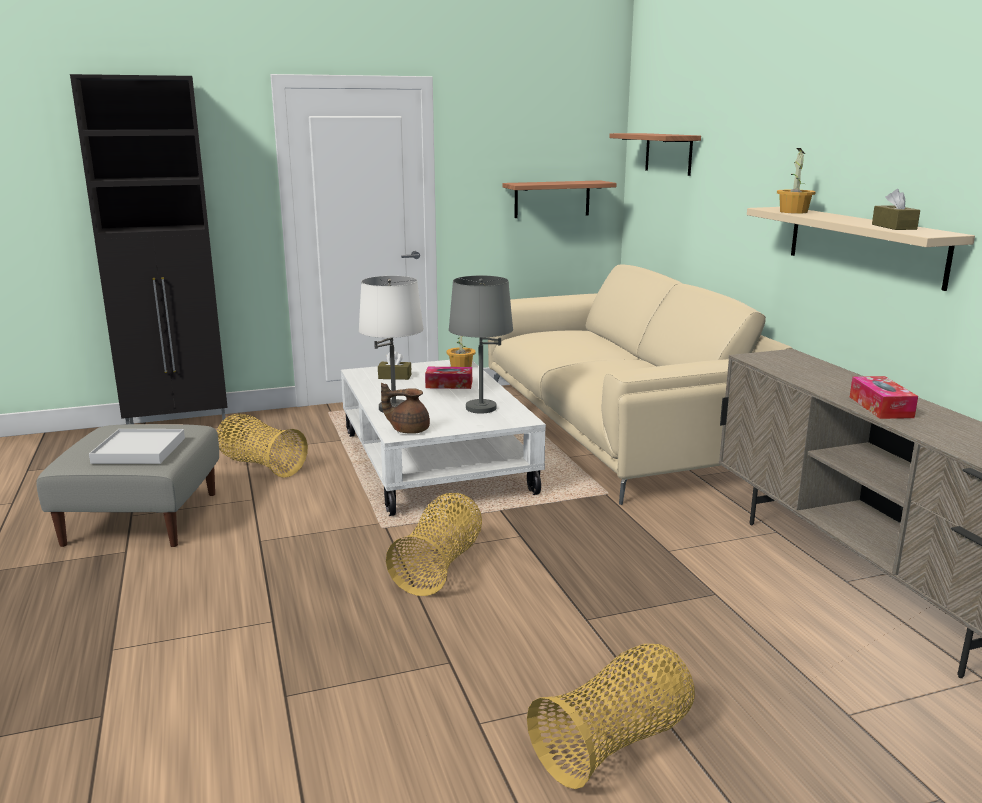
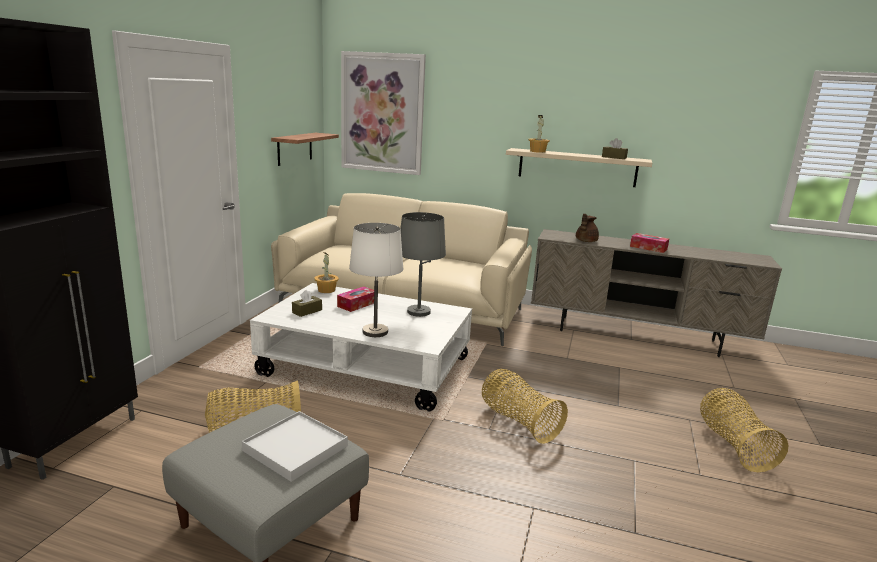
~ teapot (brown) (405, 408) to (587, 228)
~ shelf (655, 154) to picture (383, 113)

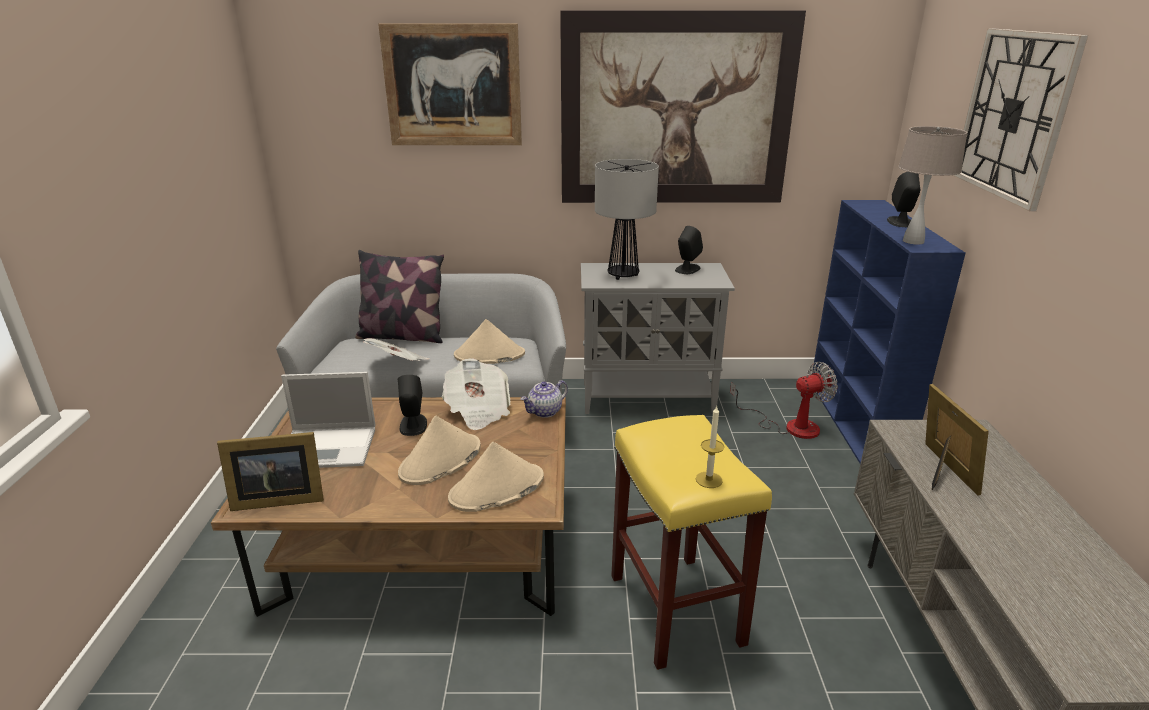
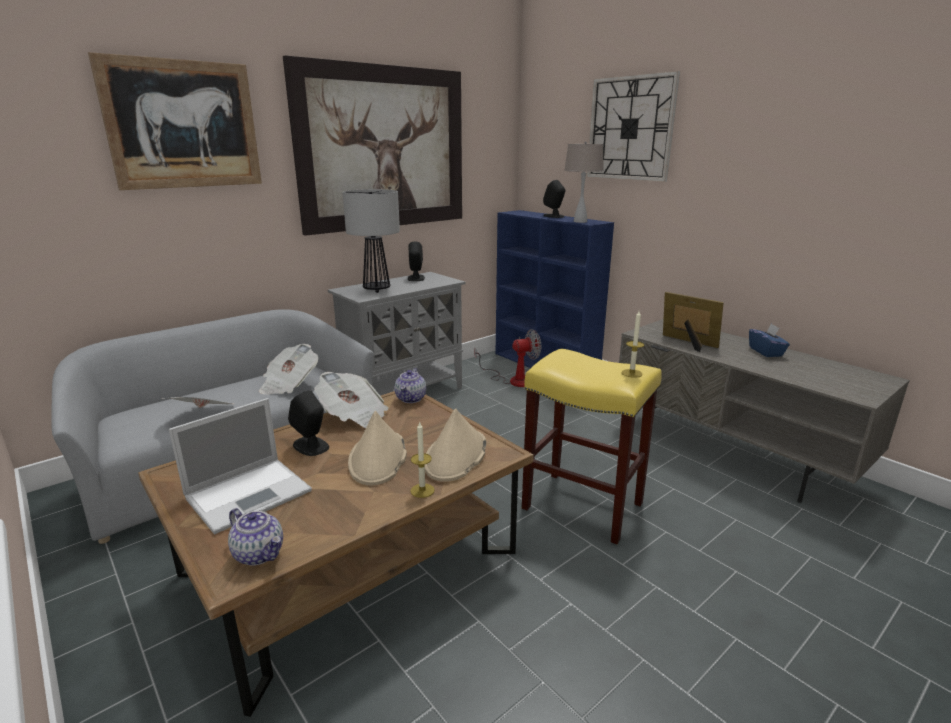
~ picture frame (270, 471) to teapot (255, 536)
- pillow (399, 296)
~ hat (beige) (489, 341) to newspaper (288, 369)
~ fan (784, 400) = (507, 358) 45 degrees clockwise
+ candle (422, 460)
+ tissue box (blue) (769, 340)

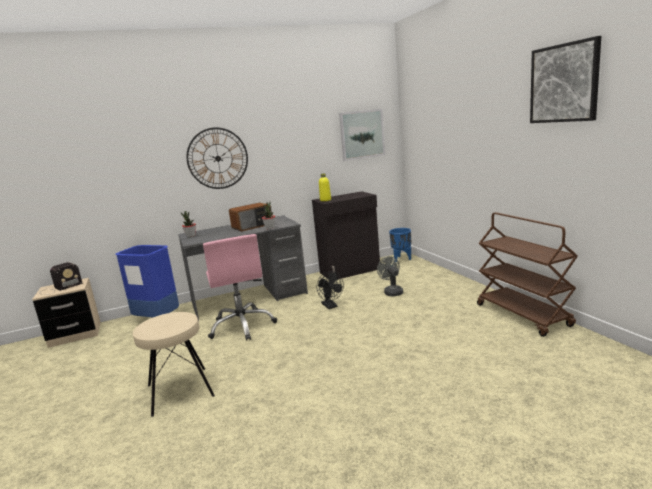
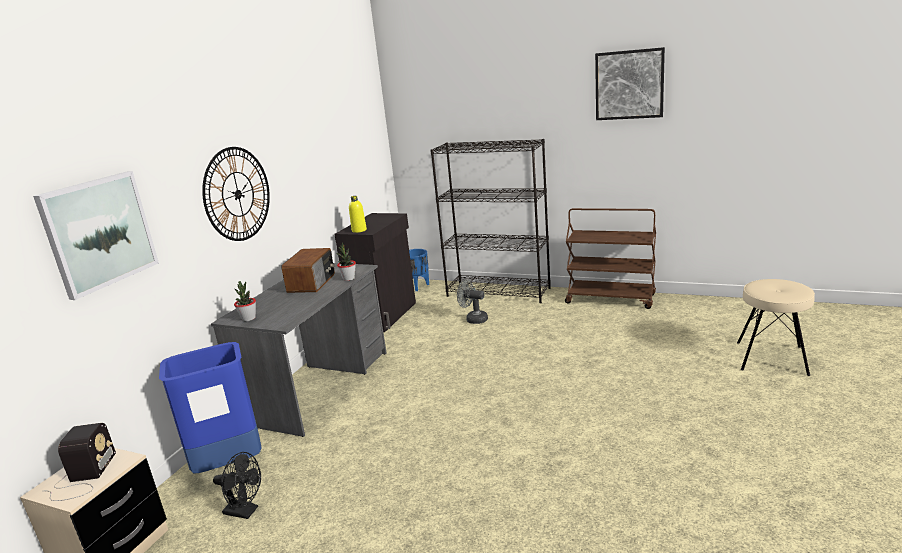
~ stool (beige) (174, 364) to (776, 327)
- office chair (pink) (240, 287)
~ fan (black) (330, 290) to (237, 485)
~ picture (362, 135) to (96, 235)
+ bookcase (black) (490, 221)

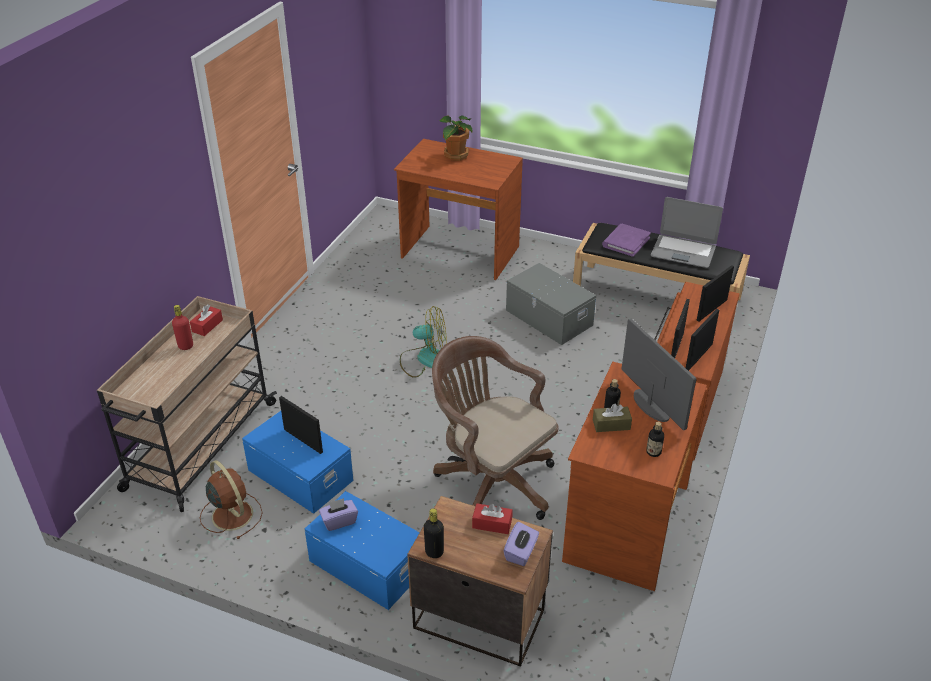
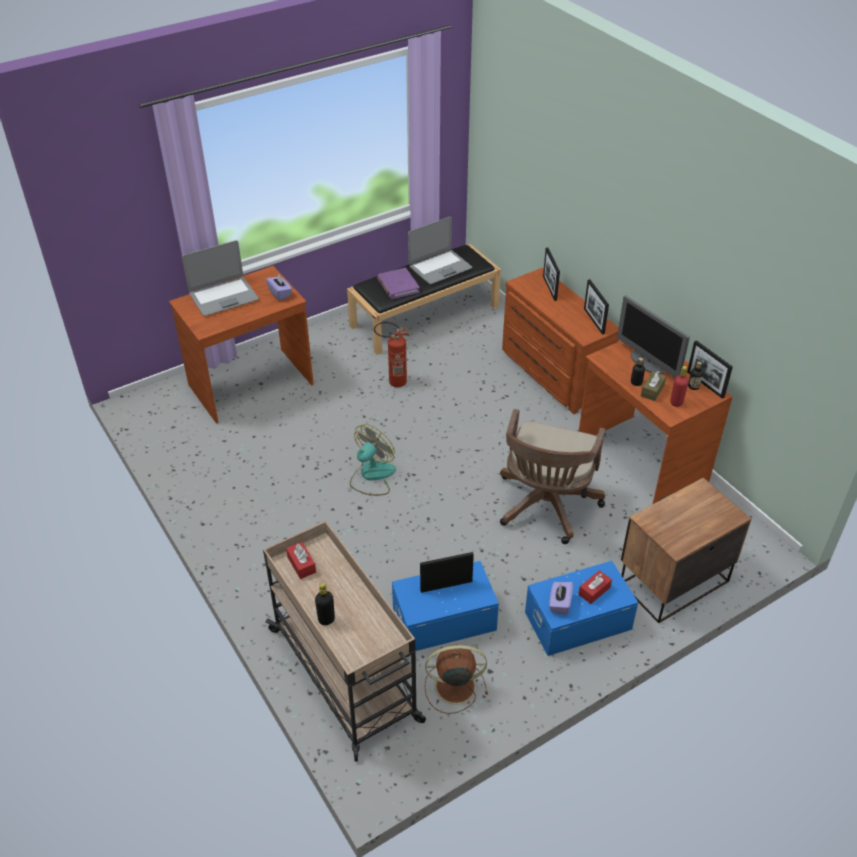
~ bottle (red) (182, 327) to (679, 386)
~ bottle (black) (434, 533) to (325, 604)
~ office chair (brown) (495, 428) = (552, 476) 60 degrees counterclockwise
~ potted plant (456, 138) to laptop (220, 278)
~ tissue box (red) (492, 519) to (595, 587)
~ tissue box (purple) (521, 544) to (279, 287)
~ storage box (grey) (551, 304) to fire extinguisher (392, 354)
~ monitor (659, 374) = (653, 337) 135 degrees counterclockwise
~ picture frame (680, 328) to (710, 369)

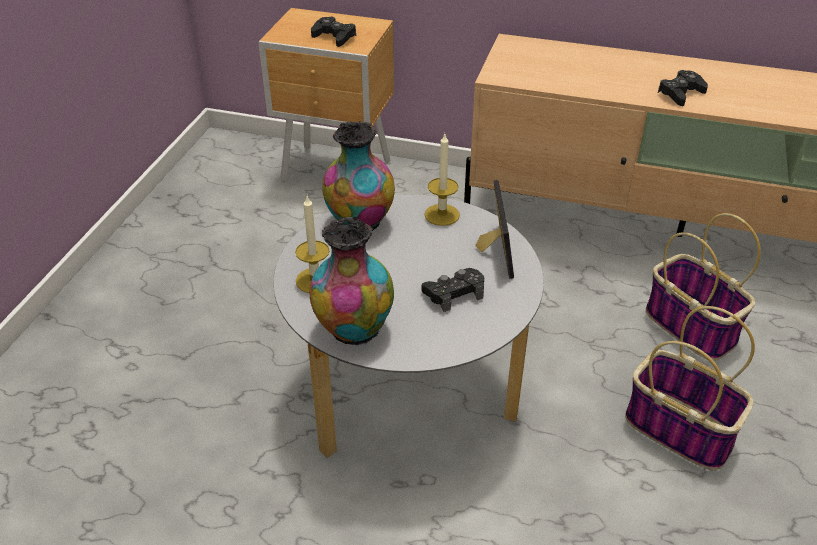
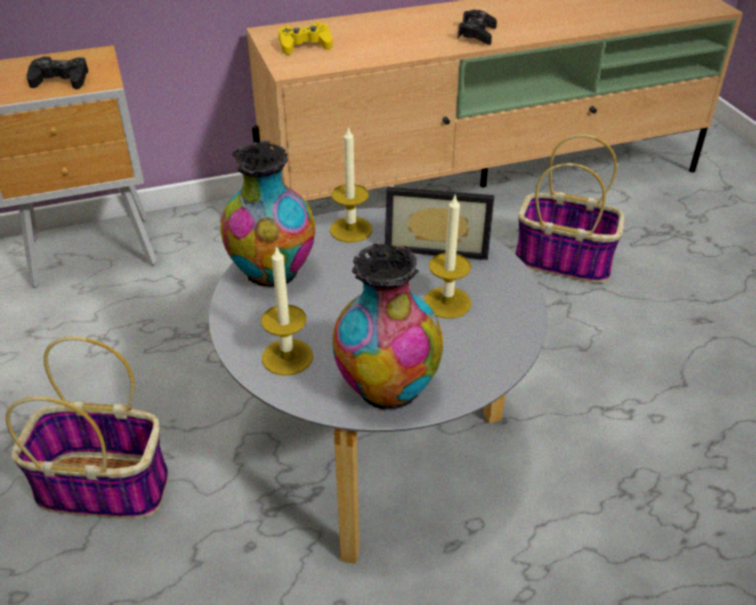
~ game controller (black) (453, 290) to candle (447, 257)
~ picture frame (494, 229) = (439, 223) 135 degrees clockwise
~ basket (690, 388) to (87, 427)
+ game controller (yellow) (305, 38)

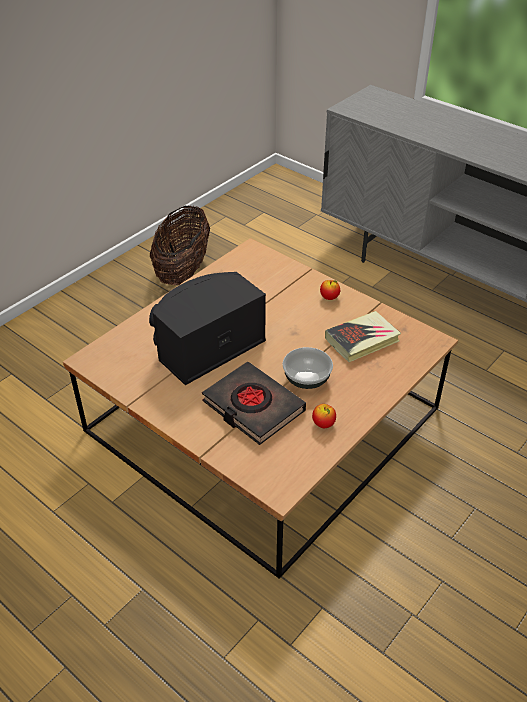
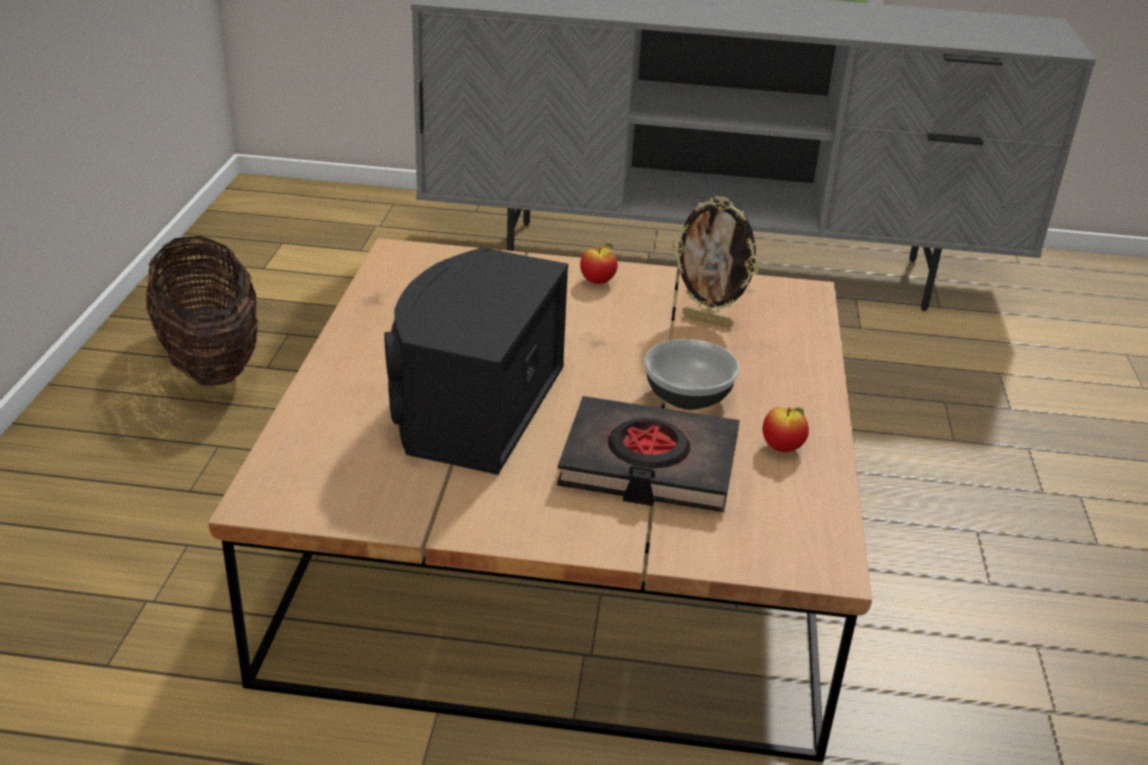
~ book (363, 336) to picture frame (716, 262)

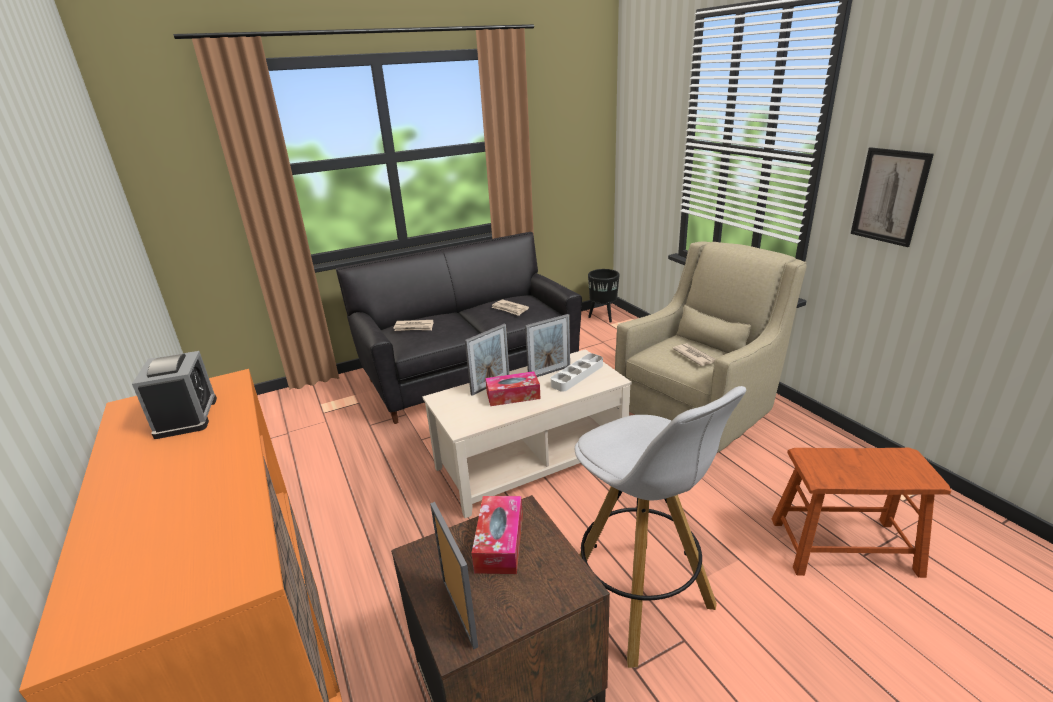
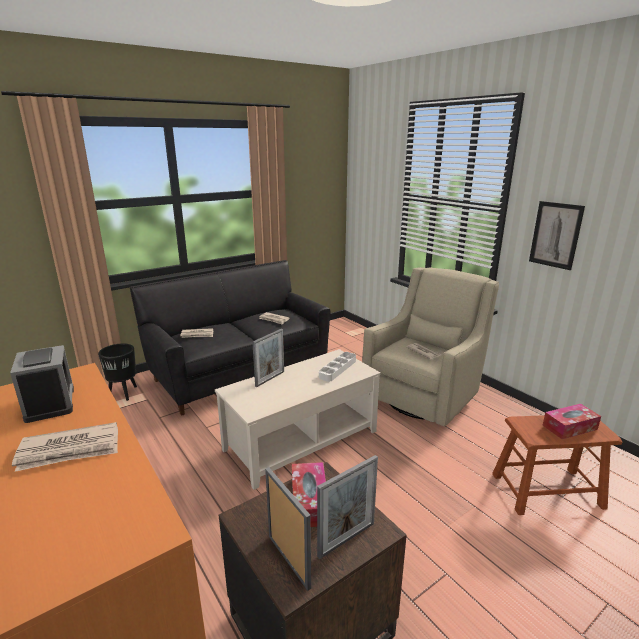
~ tissue box (513, 388) to (572, 421)
~ picture frame (547, 345) to (347, 507)
- stool (white) (660, 527)
~ planter (black) (604, 296) to (117, 372)
+ newspaper (65, 447)

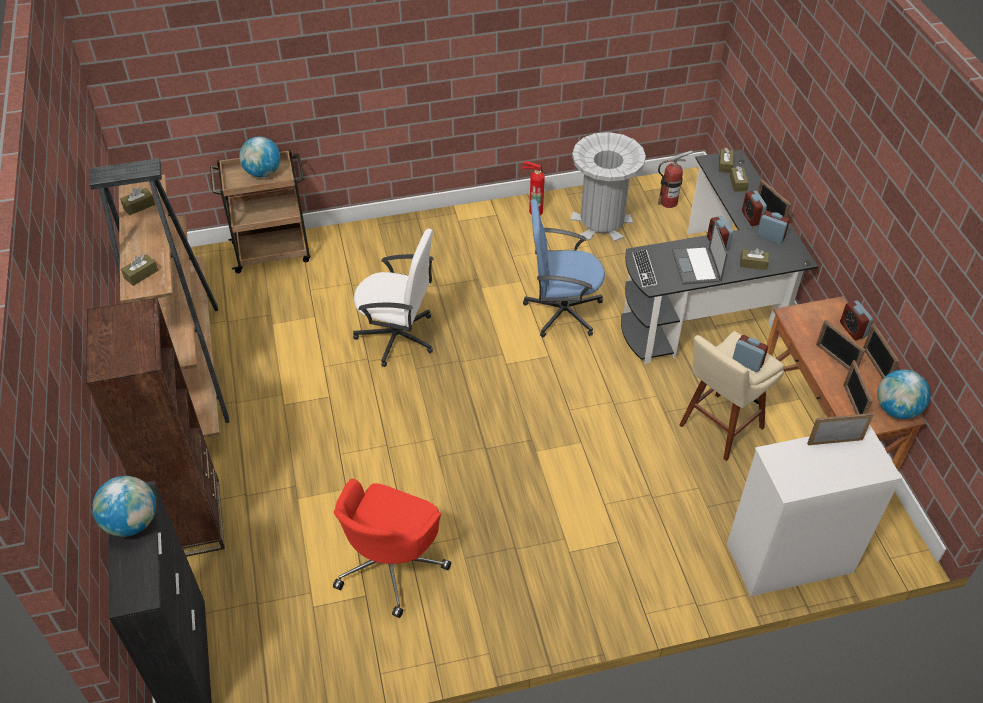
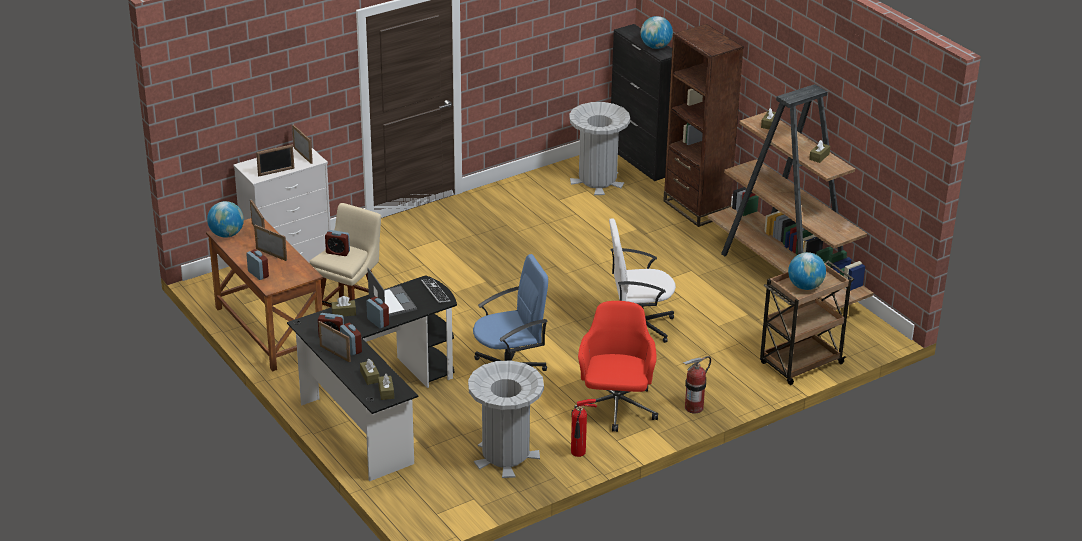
~ office chair (red) (392, 548) to (614, 366)
~ fire extinguisher (675, 179) to (697, 385)
~ picture frame (881, 351) to (302, 144)
+ trash can (grey) (599, 148)

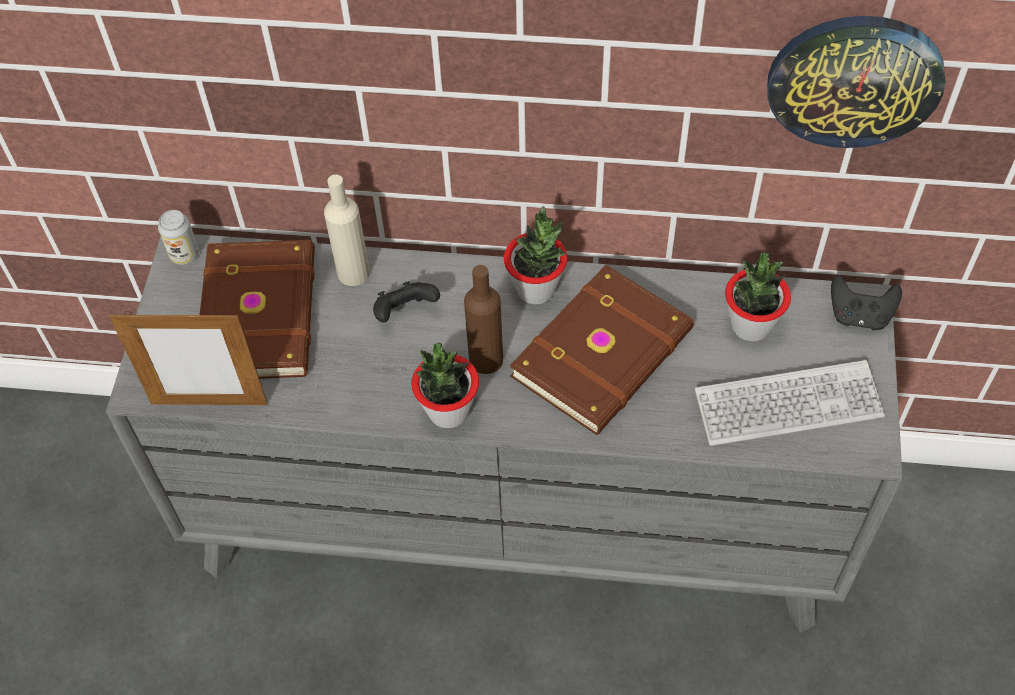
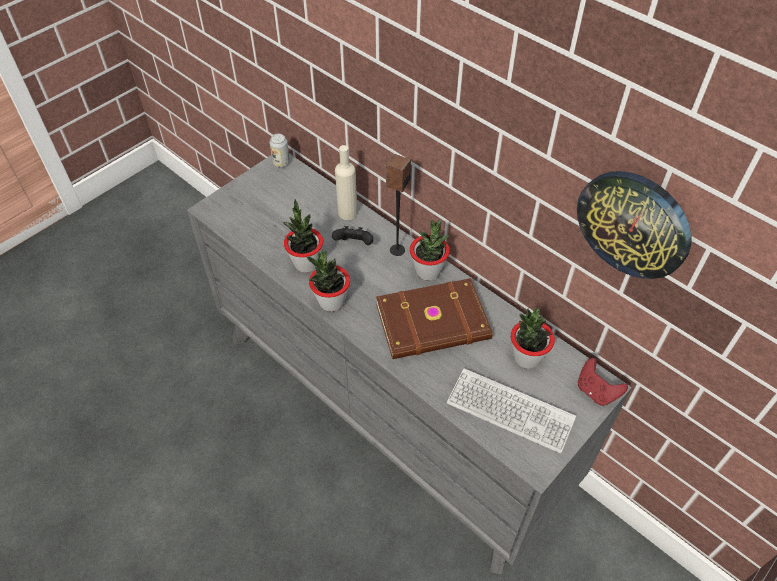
- picture frame (188, 358)
- book (brown) (257, 309)
- bottle (brown) (483, 319)
~ game controller (black) (866, 302) to game controller (red) (603, 382)
+ potted plant (303, 236)
+ speaker (398, 205)

